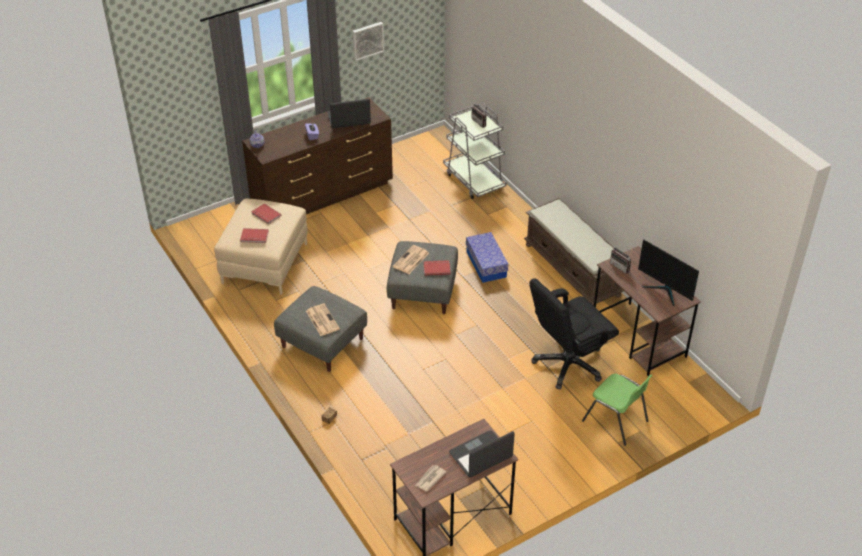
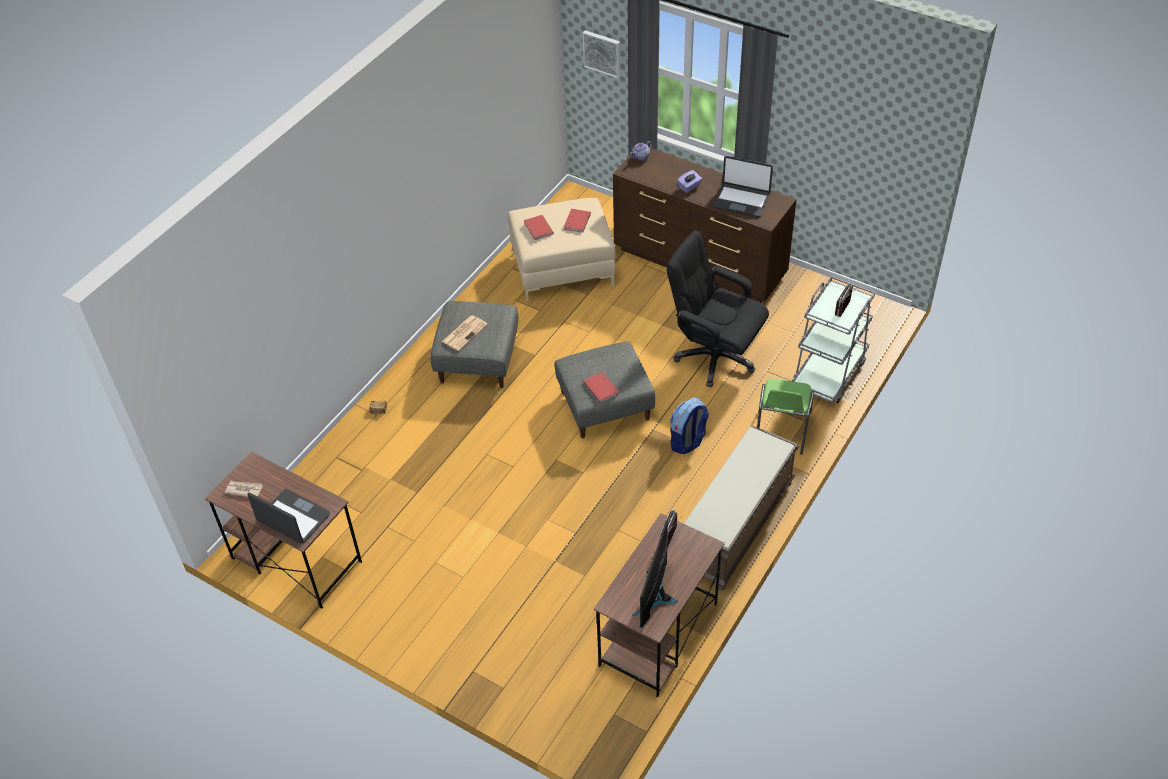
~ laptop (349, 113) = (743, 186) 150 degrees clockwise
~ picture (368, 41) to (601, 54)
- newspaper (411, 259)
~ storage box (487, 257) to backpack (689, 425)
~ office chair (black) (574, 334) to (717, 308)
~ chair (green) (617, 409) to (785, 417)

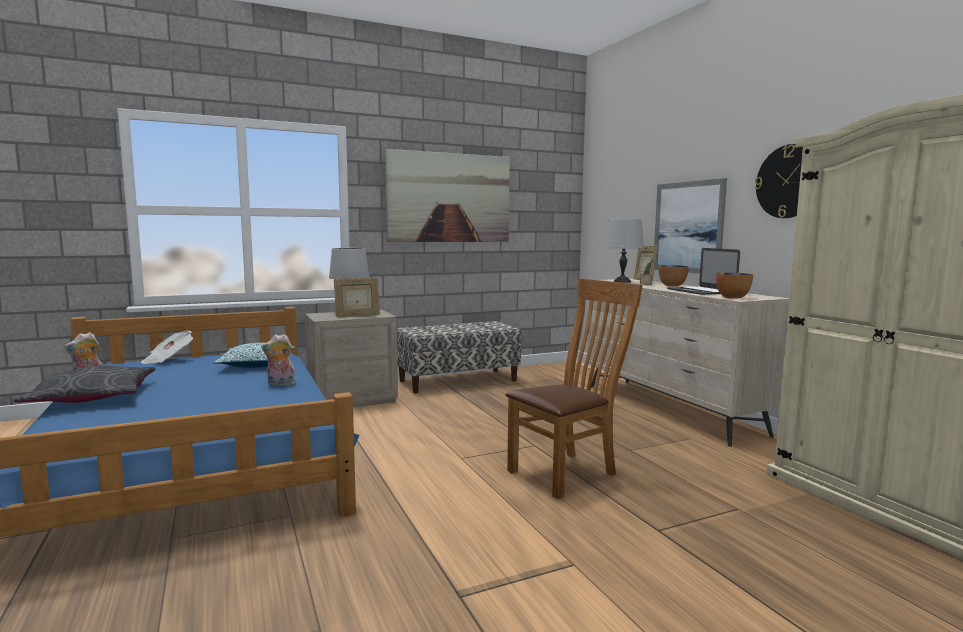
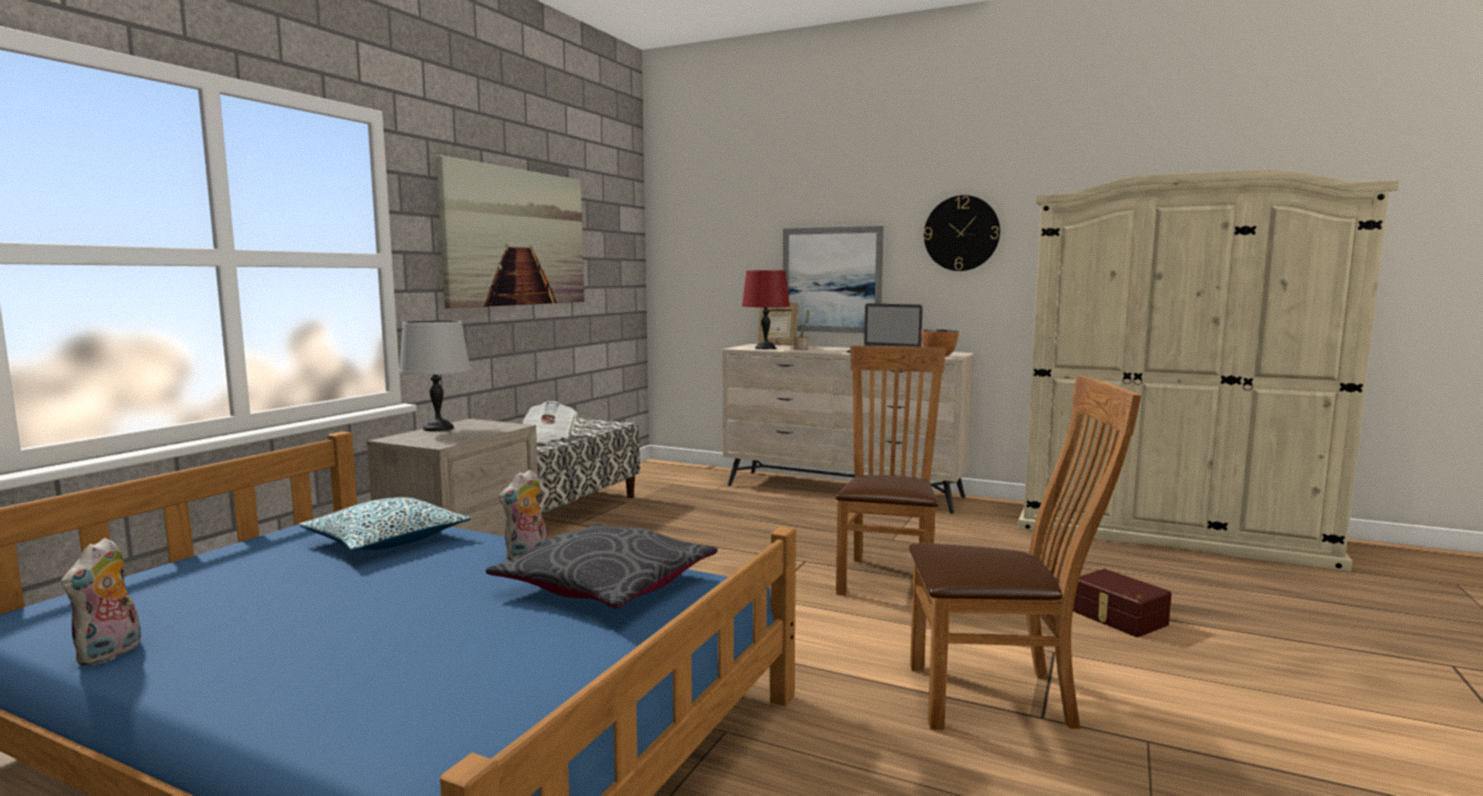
~ pillow (grey) (85, 384) to (602, 566)
~ newspaper (167, 347) to (550, 422)
- picture frame (357, 297)
~ table lamp (grey) (624, 251) to table lamp (red) (766, 309)
- bowl (674, 276)
+ chair (brown) (1025, 552)
+ storage box (brown) (1122, 603)

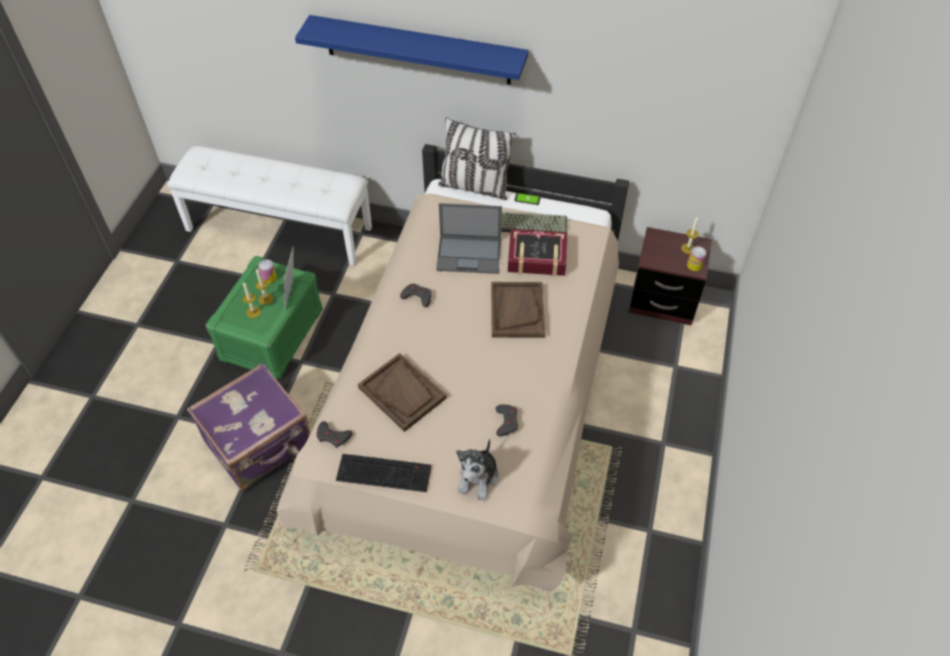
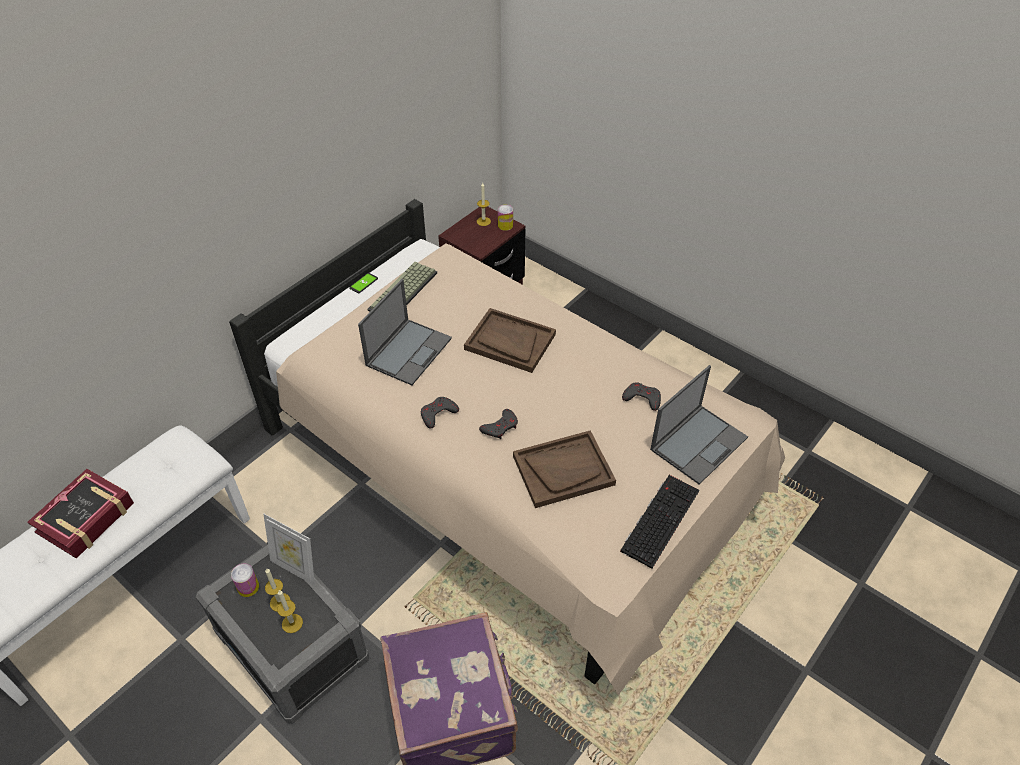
~ storage box (green) (264, 317) to storage box (grey) (282, 633)
- shelf (blue) (411, 50)
~ game controller (grey) (335, 434) to (498, 424)
- pillow (477, 158)
~ plush toy (477, 470) to laptop (699, 425)
~ book (537, 253) to (80, 514)

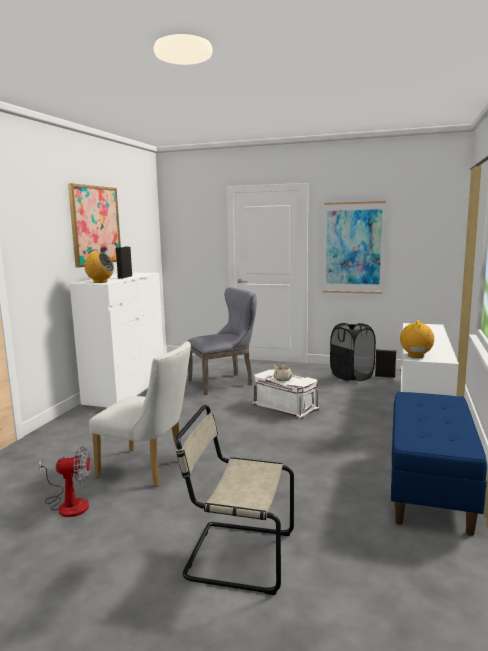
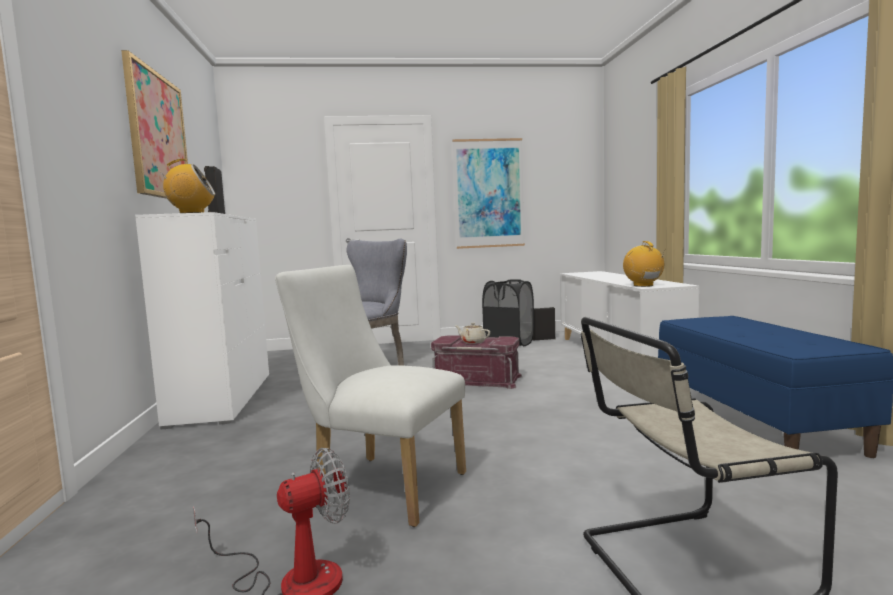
~ chair (white) (140, 414) = (370, 396) 150 degrees counterclockwise
~ storage box (white) (286, 394) to storage box (red) (476, 362)

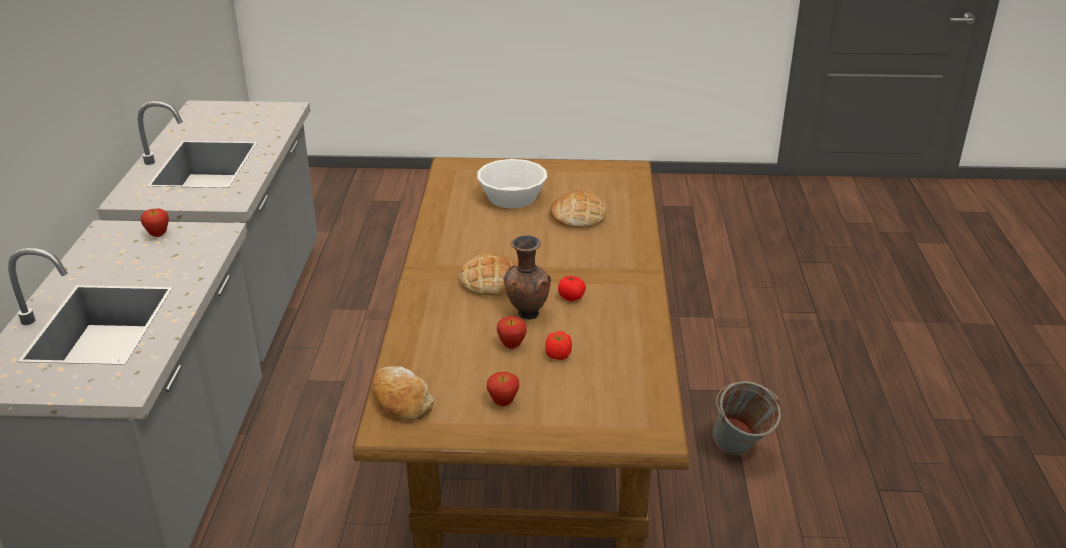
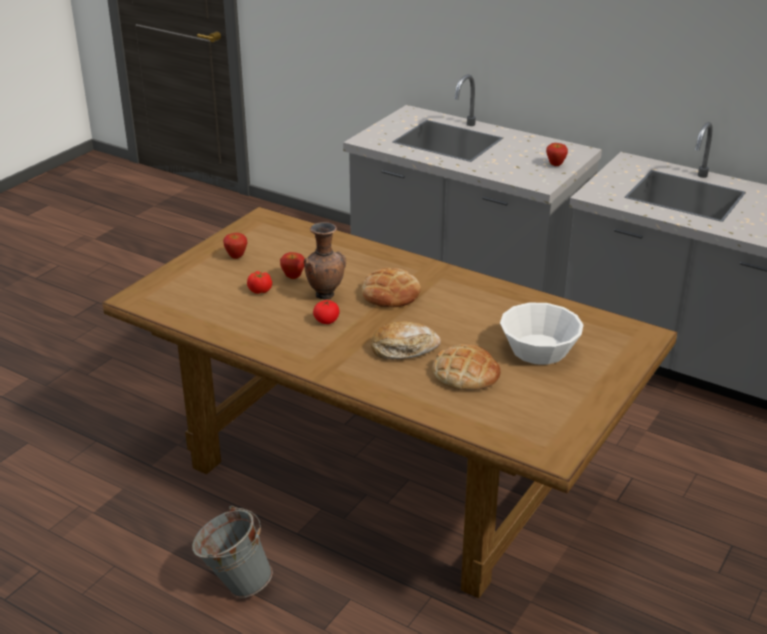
~ bread (403, 393) to (406, 340)

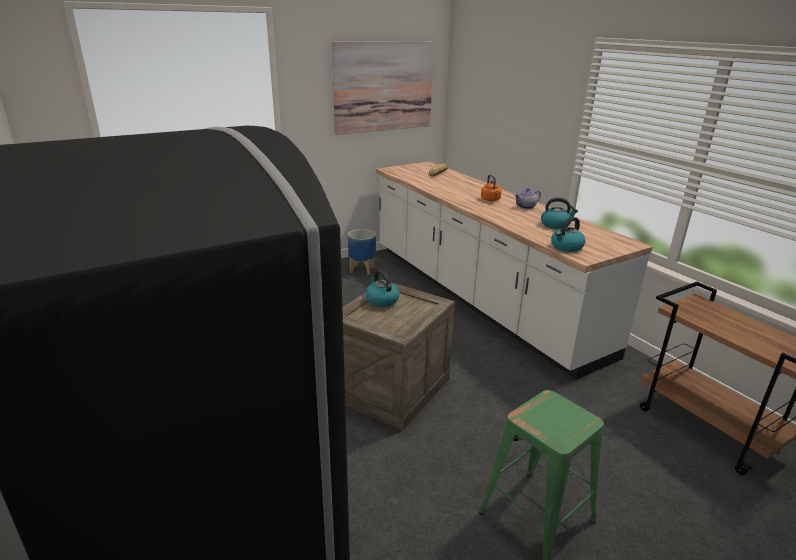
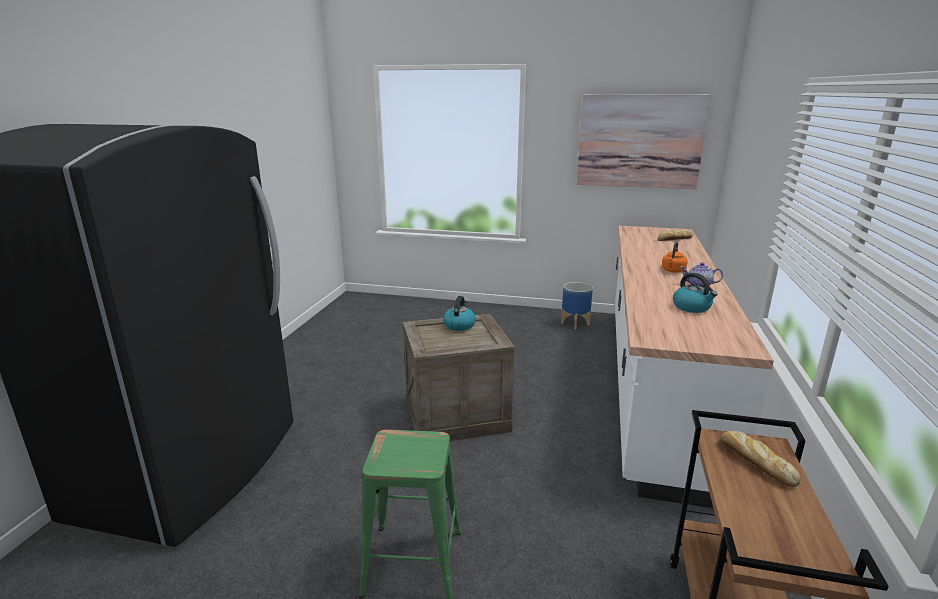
- kettle (568, 234)
+ bread (760, 459)

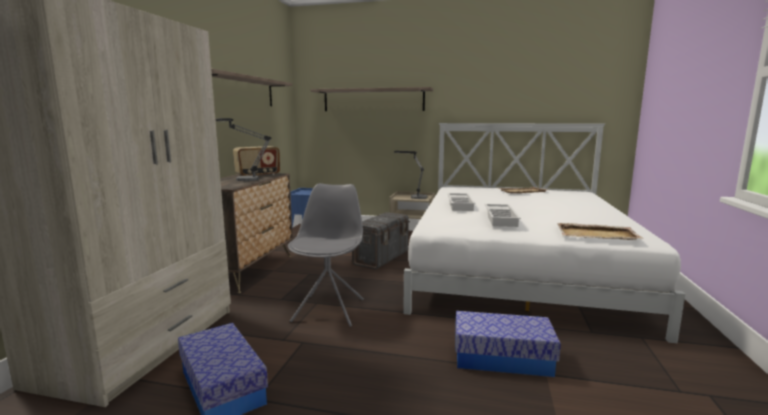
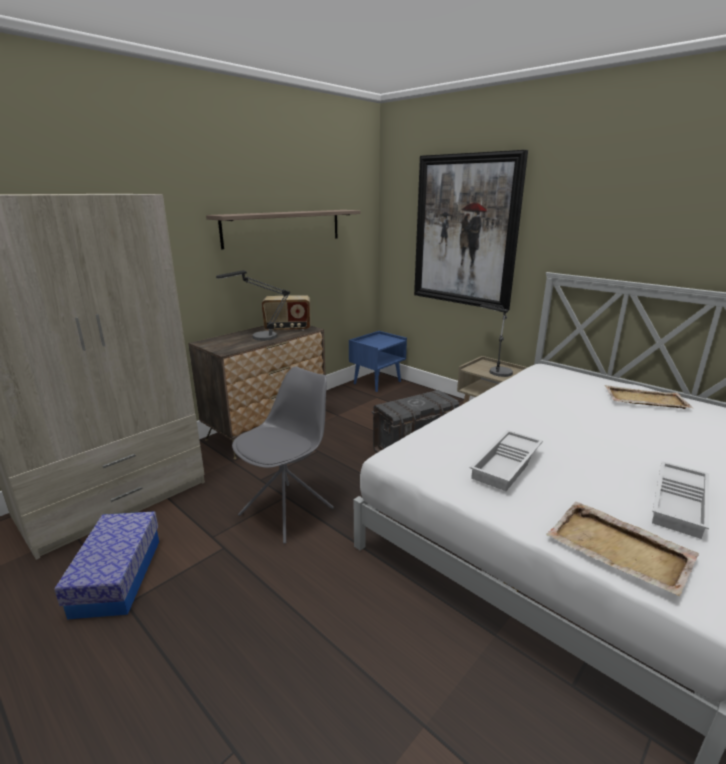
~ shelf (371, 99) to picture (471, 230)
~ tray (white) (461, 202) to (680, 500)
- storage box (508, 344)

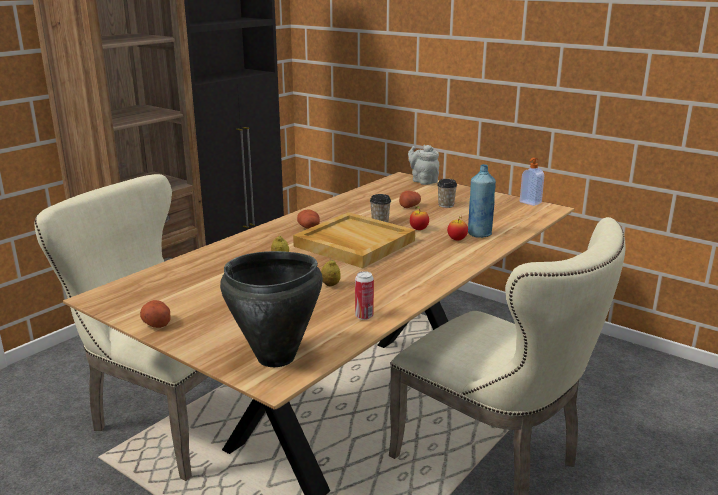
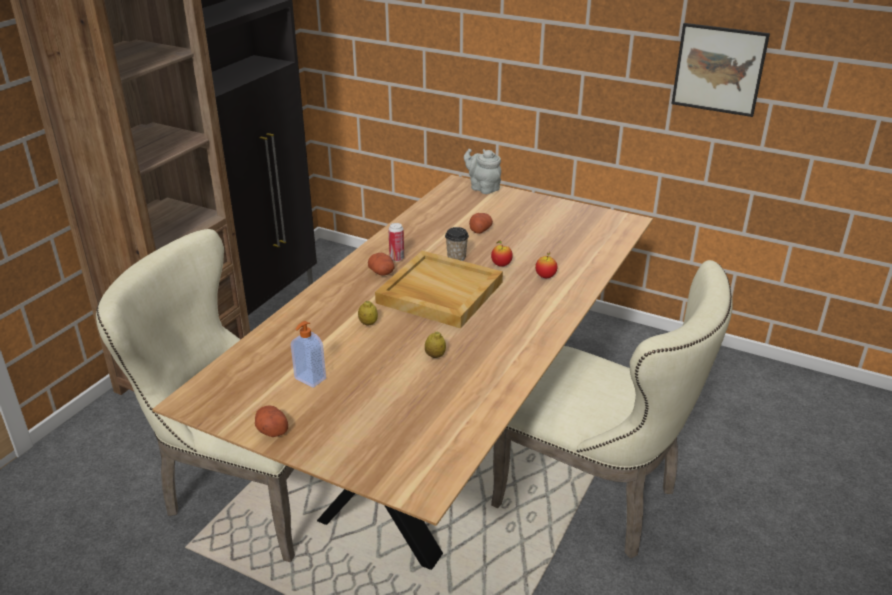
- cooking pot (black) (271, 309)
~ can (364, 295) to (396, 242)
- cup (447, 193)
- bottle (blue) (482, 201)
~ soap dispenser (532, 182) to (308, 354)
+ picture (720, 70)

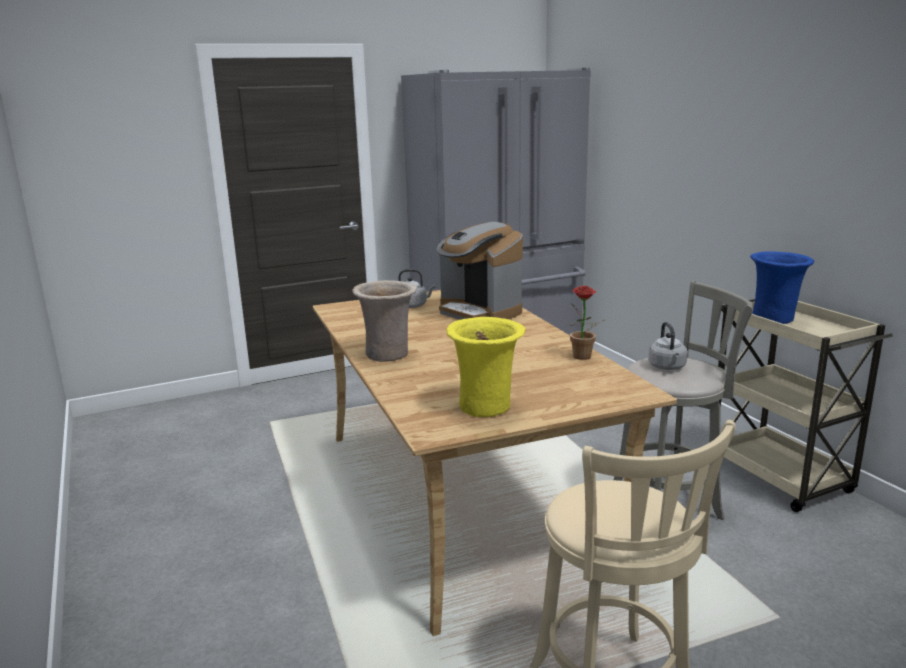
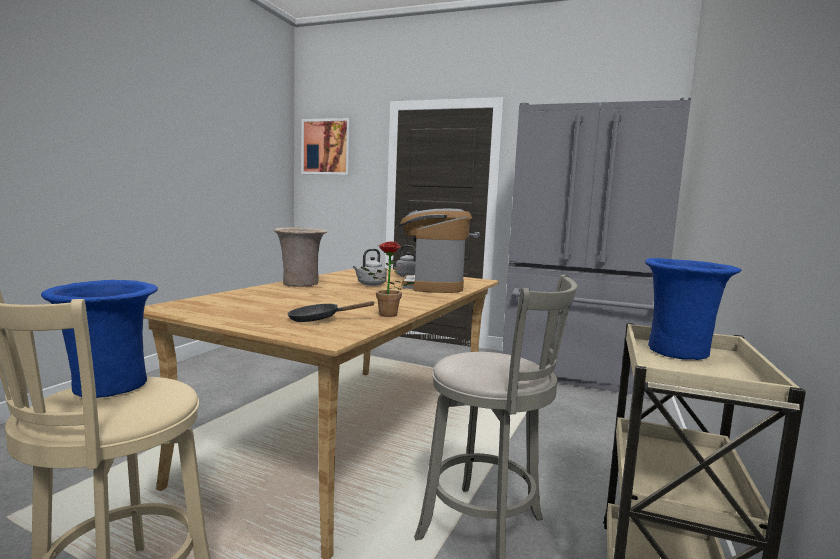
- vase (yellow) (486, 367)
~ kettle (grey) (667, 346) to (370, 267)
+ vase (blue) (99, 339)
+ frying pan (black) (331, 311)
+ picture (326, 146)

